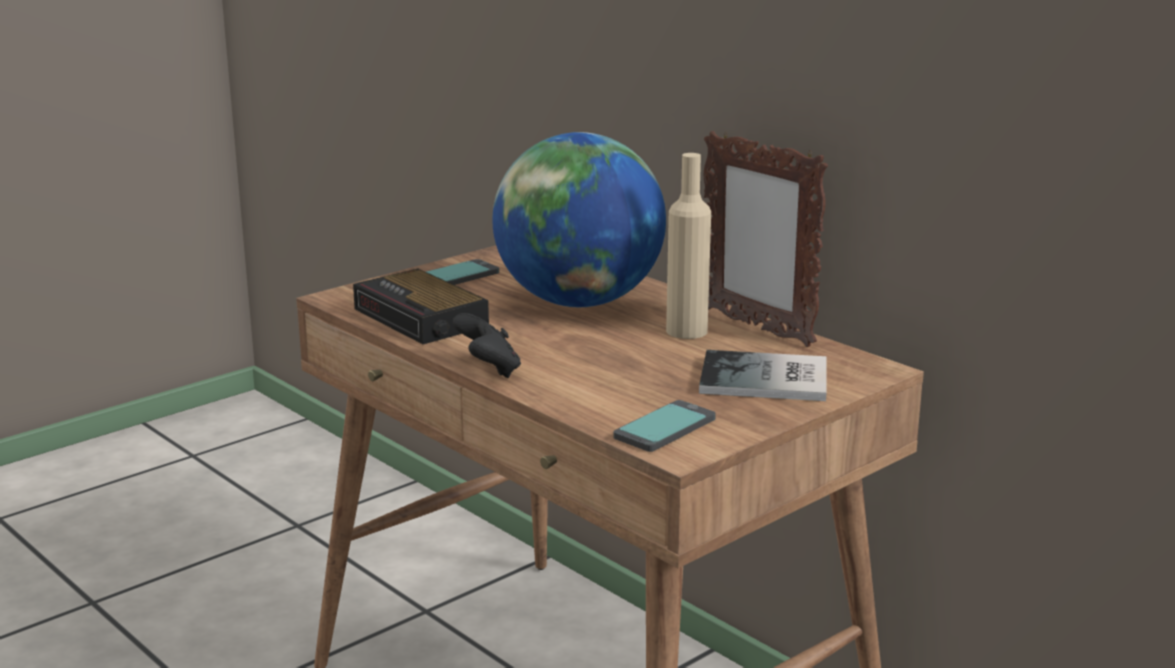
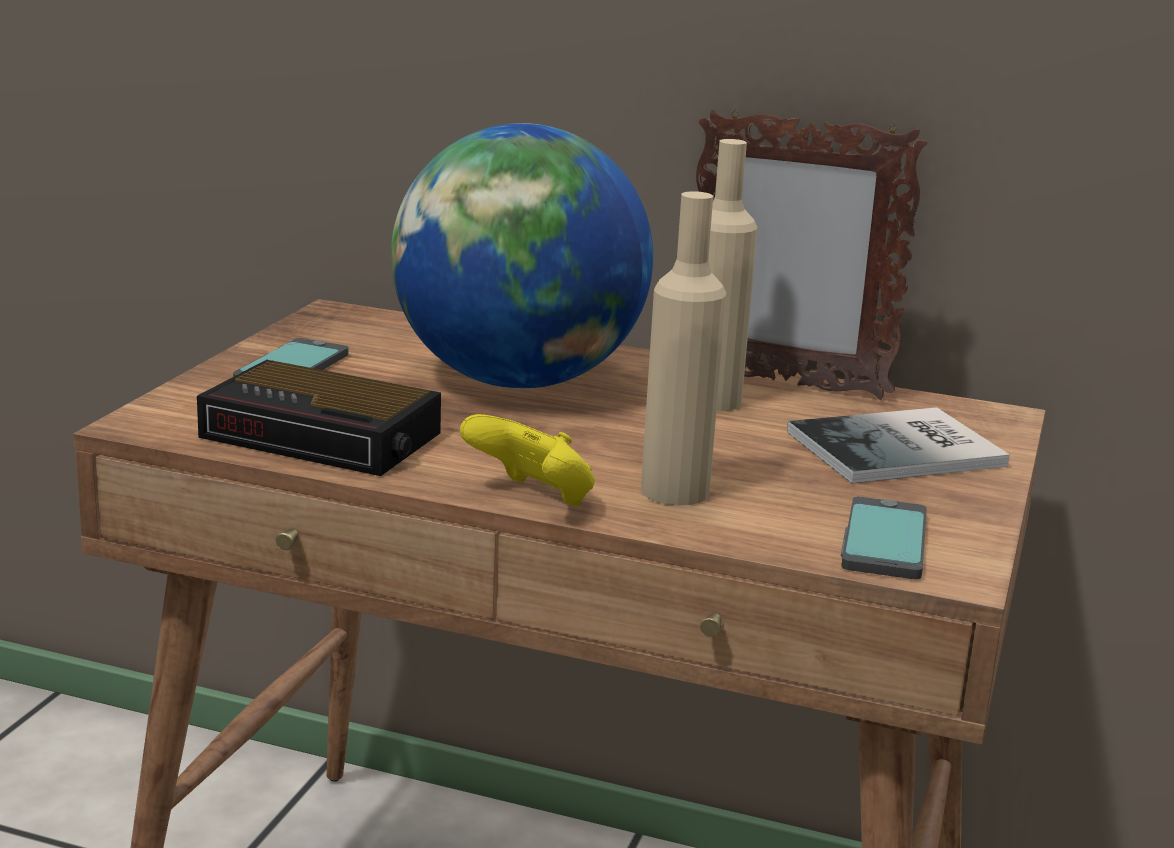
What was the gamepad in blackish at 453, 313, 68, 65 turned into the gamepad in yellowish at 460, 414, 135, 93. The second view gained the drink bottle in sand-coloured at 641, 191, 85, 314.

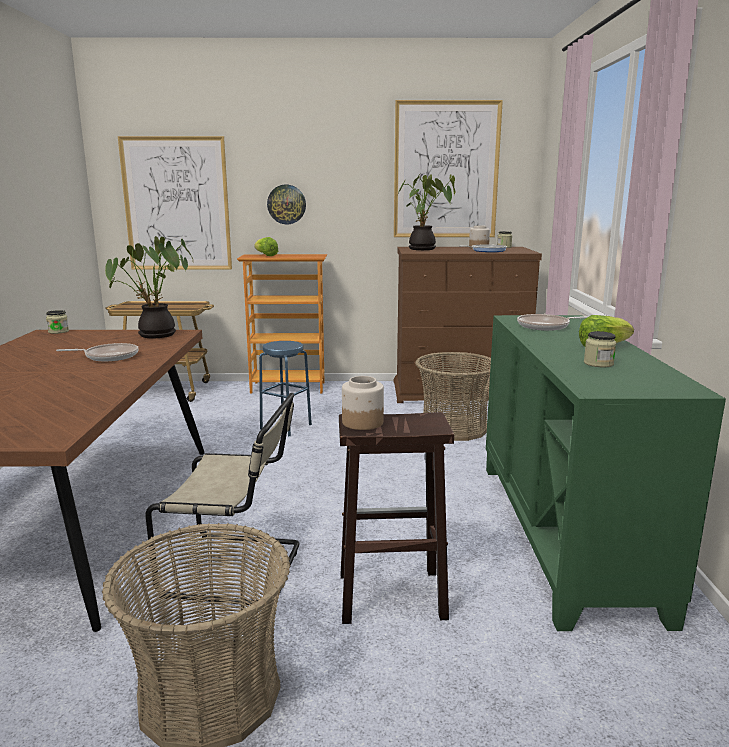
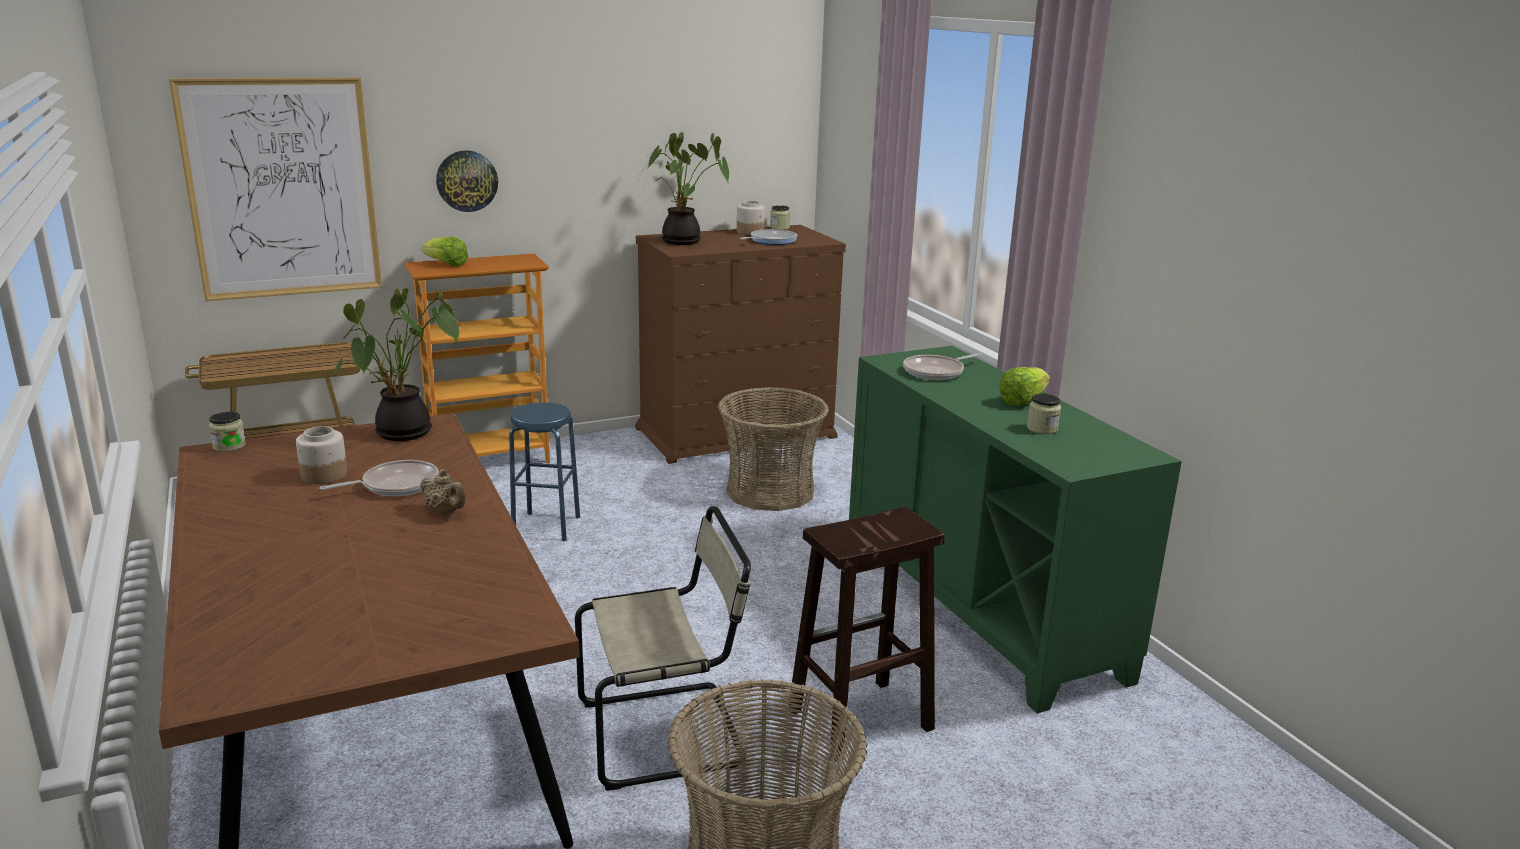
The storage jar ended up elsewhere, having gone from 342, 376, 42, 54 to 296, 426, 51, 58. The second view lost the wall art at 394, 100, 109, 137. The second view gained the tea pot in sand-coloured at 420, 469, 46, 45.

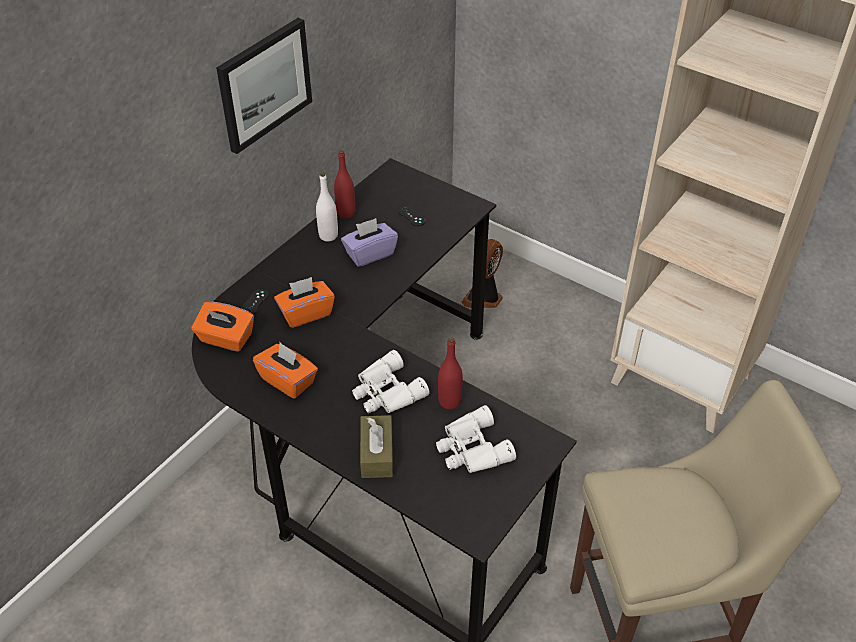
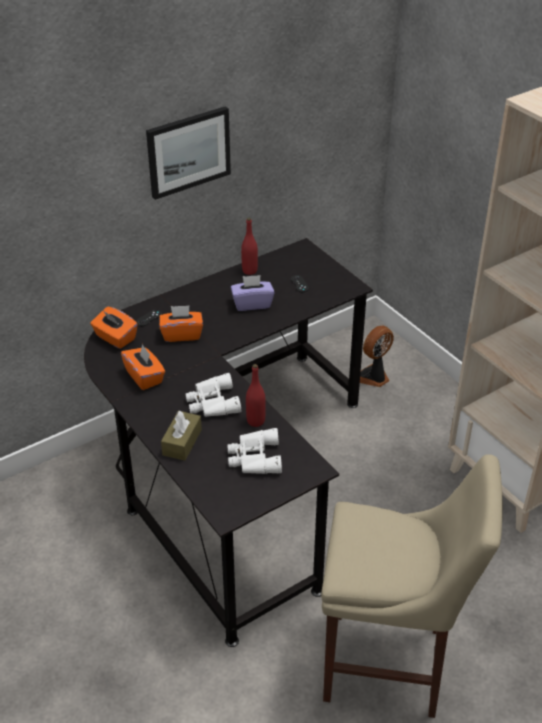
The second view lost the drink bottle in white-coloured at 316, 172, 22, 69.

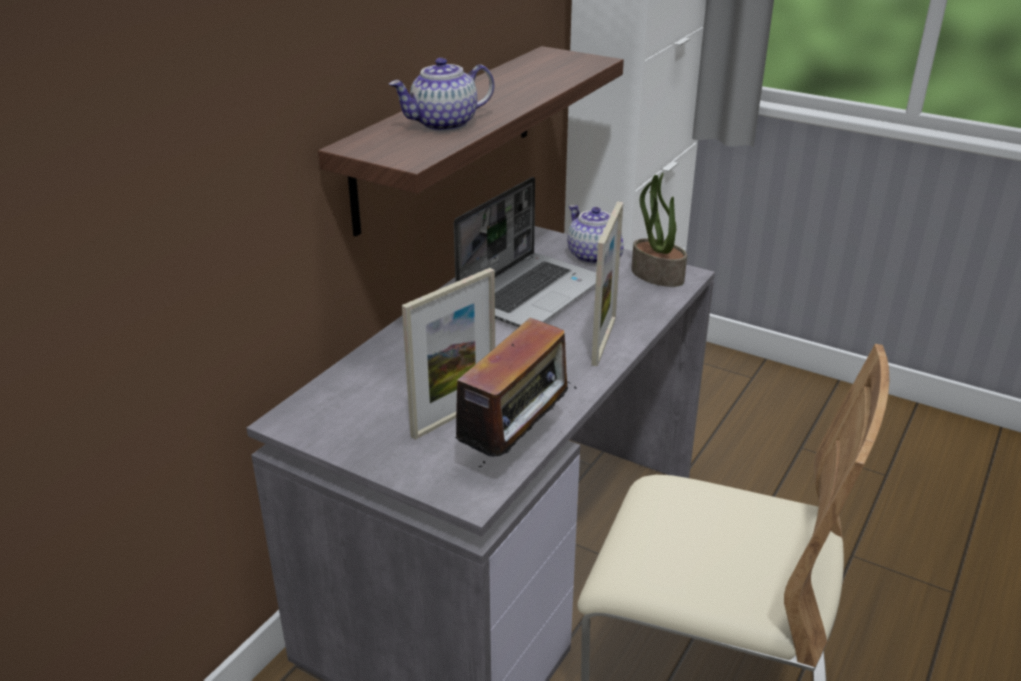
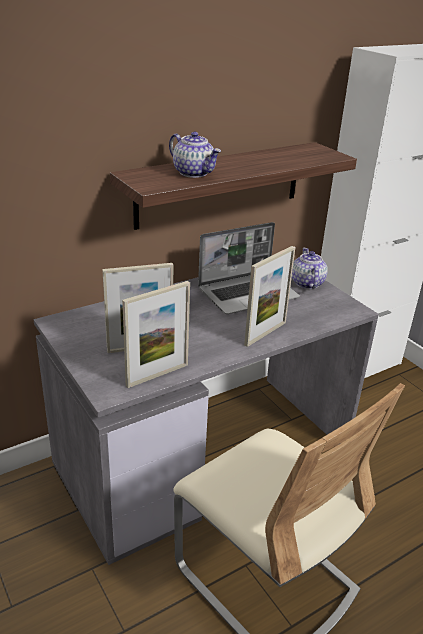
The tea pot at 389, 58, 105, 73 ended up facing another way, 135 degrees counterclockwise from before. Where the radio set stood at 442, 318, 135, 149, the picture frame came to stand at 122, 281, 68, 107. The second view lost the potted plant at 632, 172, 55, 115.

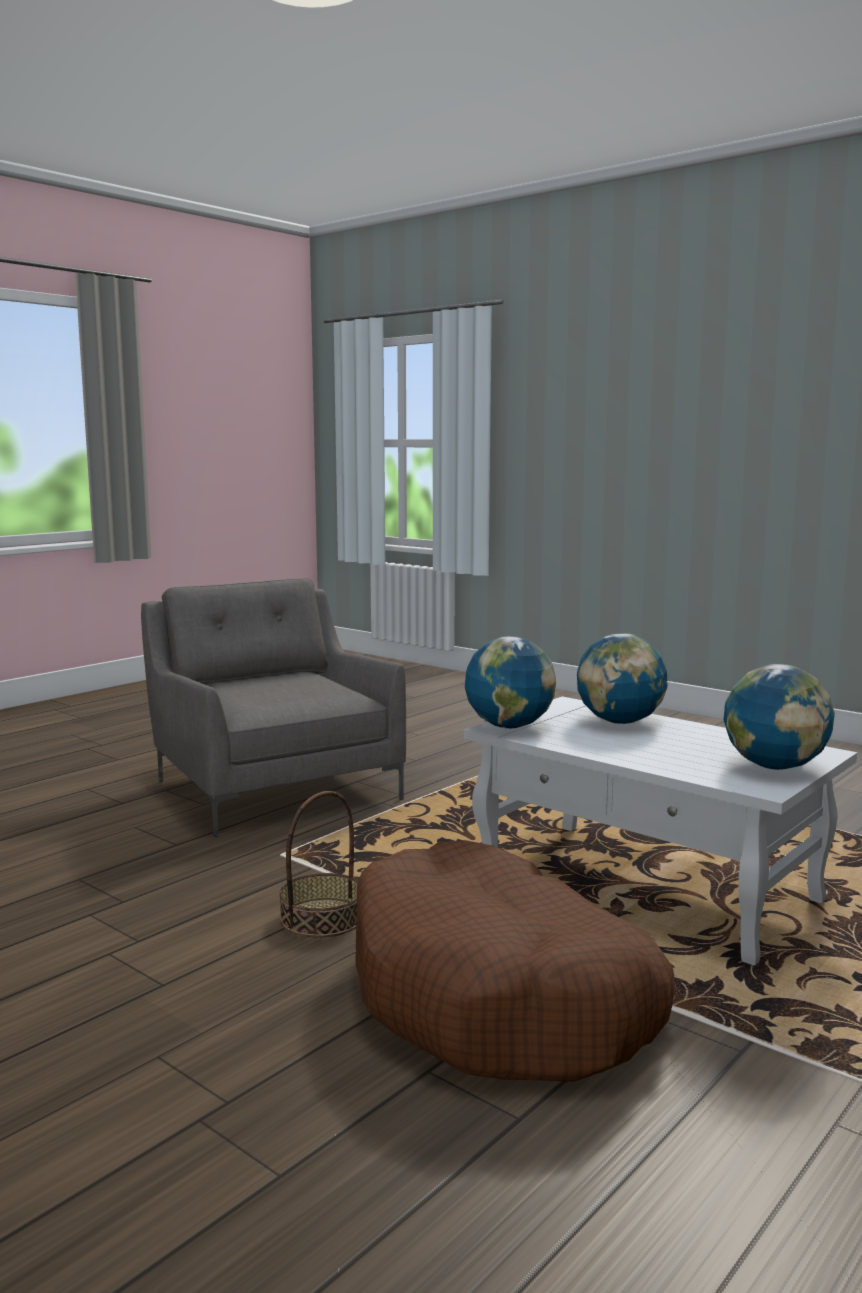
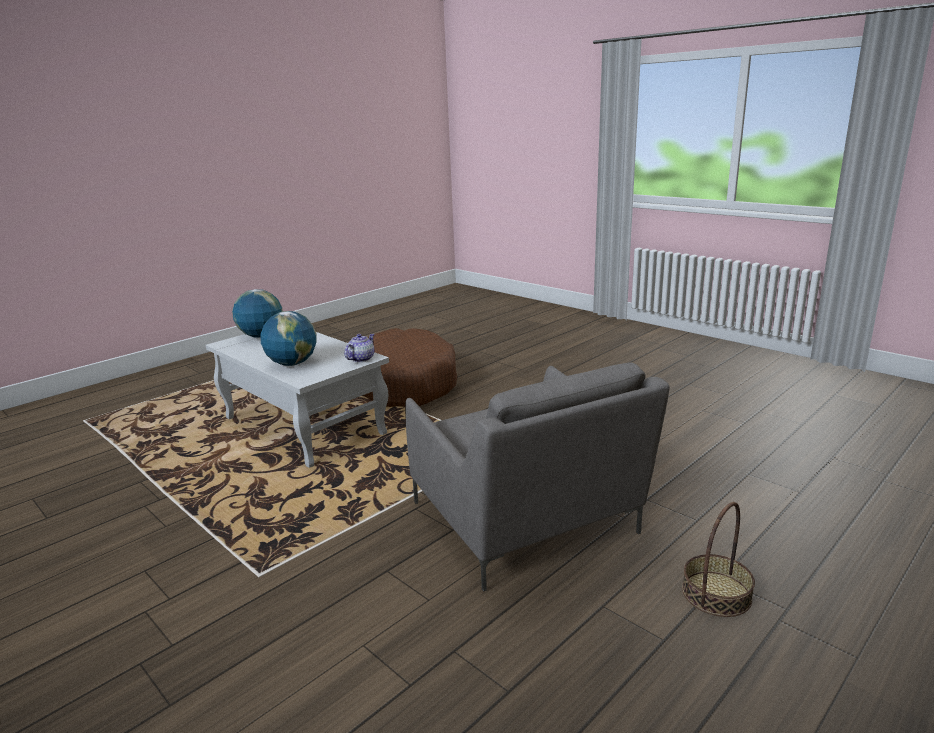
The household basket ended up elsewhere, having gone from 279, 791, 79, 147 to 682, 502, 73, 115. Where the globe stood at 465, 636, 91, 92, the tea pot came to stand at 345, 334, 29, 28.

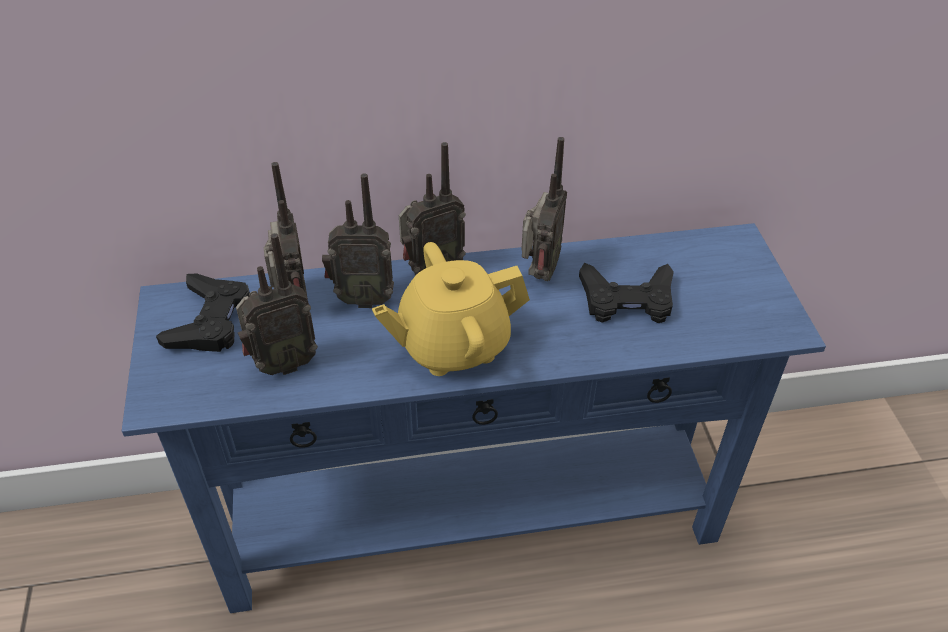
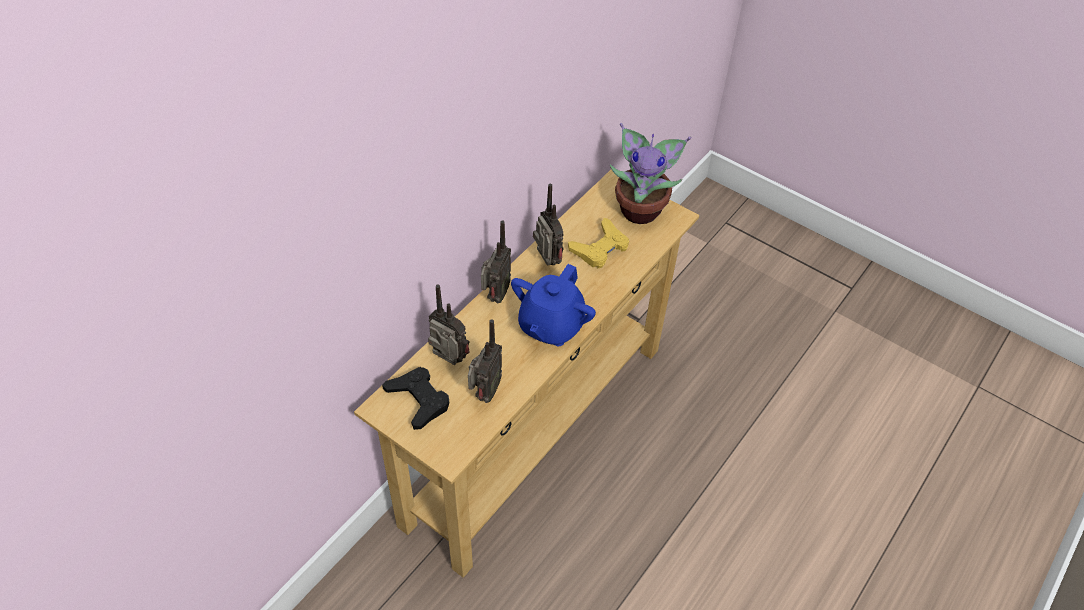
What was the hall table in blue-coloured at 122, 223, 704, 390 turned into the hall table in sand-coloured at 354, 169, 345, 409. The second view lost the radio set at 322, 173, 72, 135. What was the tea pot in yellowish at 372, 242, 158, 134 turned into the tea pot in blue-coloured at 511, 264, 85, 82. What was the gamepad in blackish at 579, 262, 95, 61 turned into the gamepad in yellowish at 568, 217, 61, 51. The second view gained the potted plant at 610, 123, 81, 101.

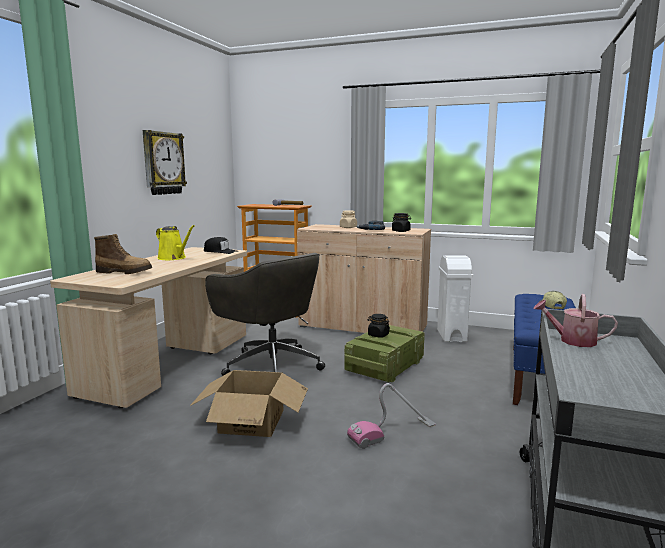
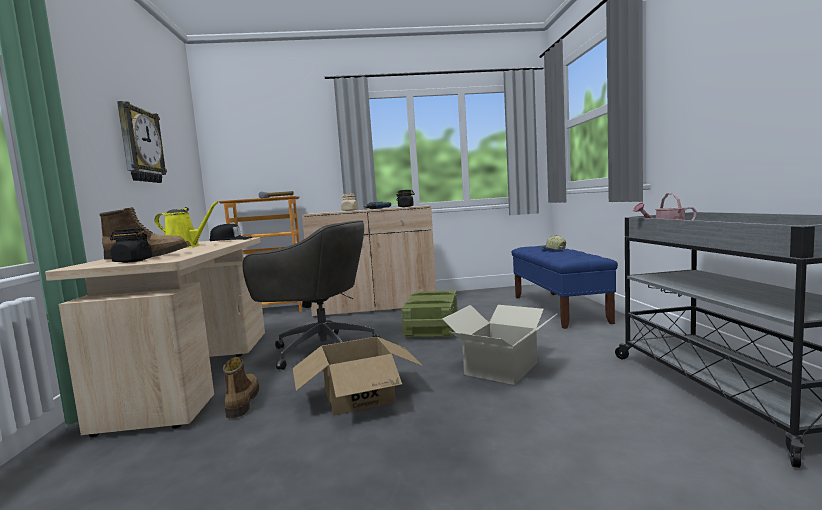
Where the vacuum stood at 347, 383, 89, 66, the packing box came to stand at 442, 305, 116, 80. The storage jar in blackish ended up elsewhere, having gone from 368, 314, 22, 24 to 110, 228, 42, 35. The second view lost the rubbish bin in white-coloured at 437, 255, 36, 87. The second view gained the tall boot at 223, 357, 36, 61.

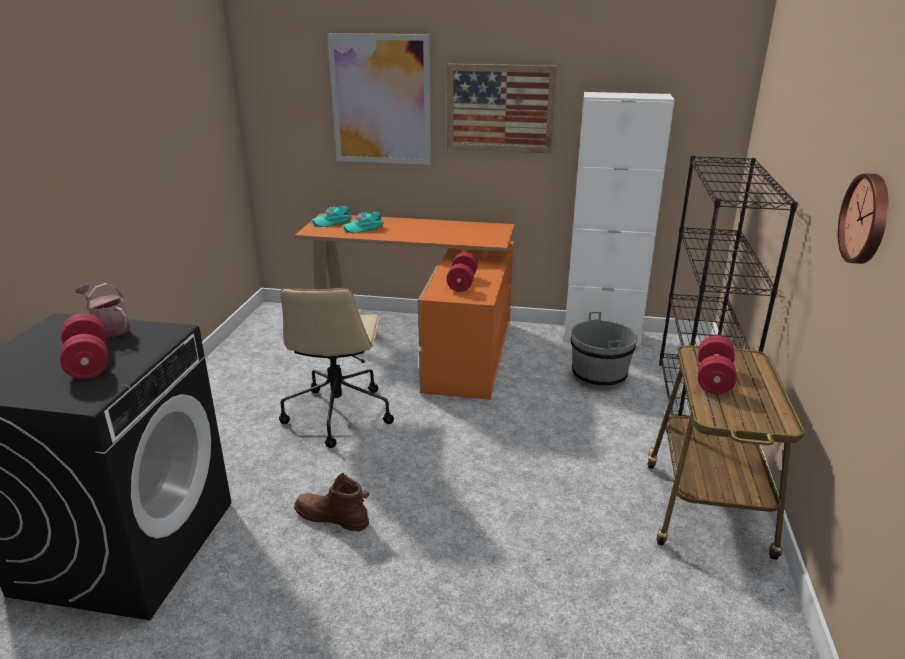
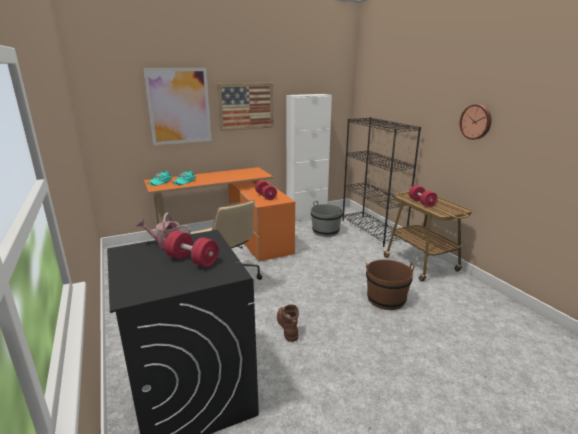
The tall boot in brownish at 294, 473, 76, 58 ended up facing another way, 90 degrees clockwise from before. The second view gained the bucket in brownish at 366, 259, 49, 51.

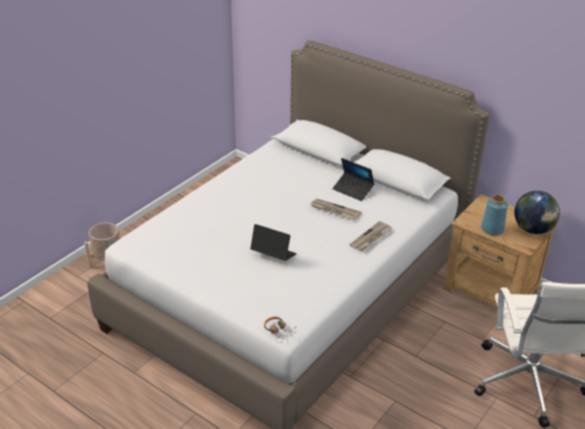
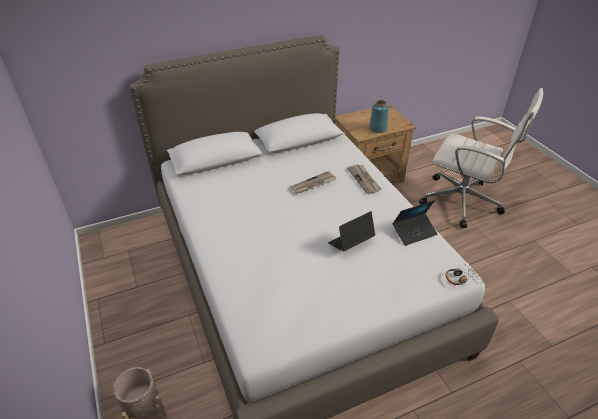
The portable computer ended up elsewhere, having gone from 332, 158, 42, 43 to 393, 200, 44, 46. The second view lost the globe at 514, 191, 46, 43.

